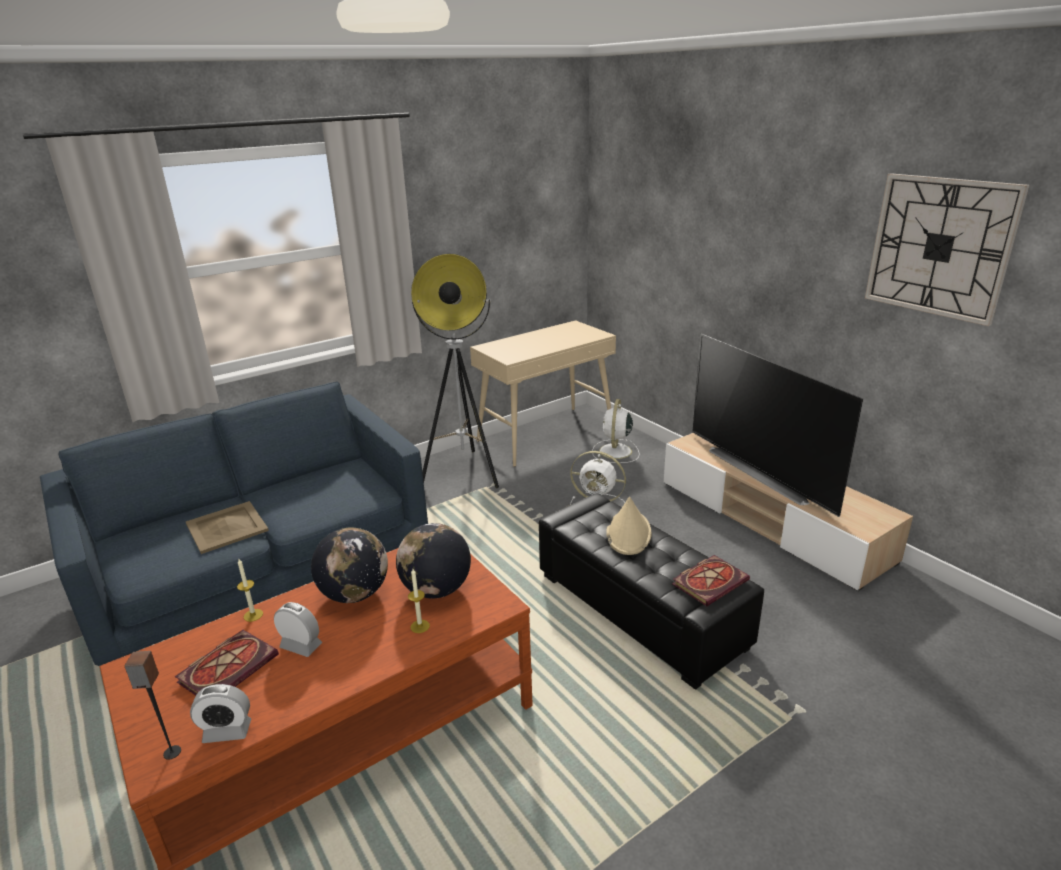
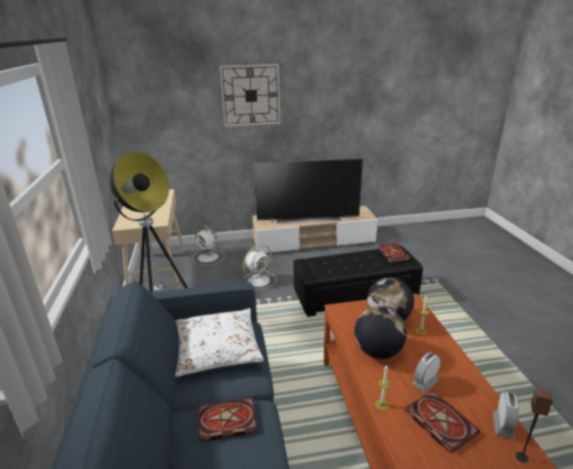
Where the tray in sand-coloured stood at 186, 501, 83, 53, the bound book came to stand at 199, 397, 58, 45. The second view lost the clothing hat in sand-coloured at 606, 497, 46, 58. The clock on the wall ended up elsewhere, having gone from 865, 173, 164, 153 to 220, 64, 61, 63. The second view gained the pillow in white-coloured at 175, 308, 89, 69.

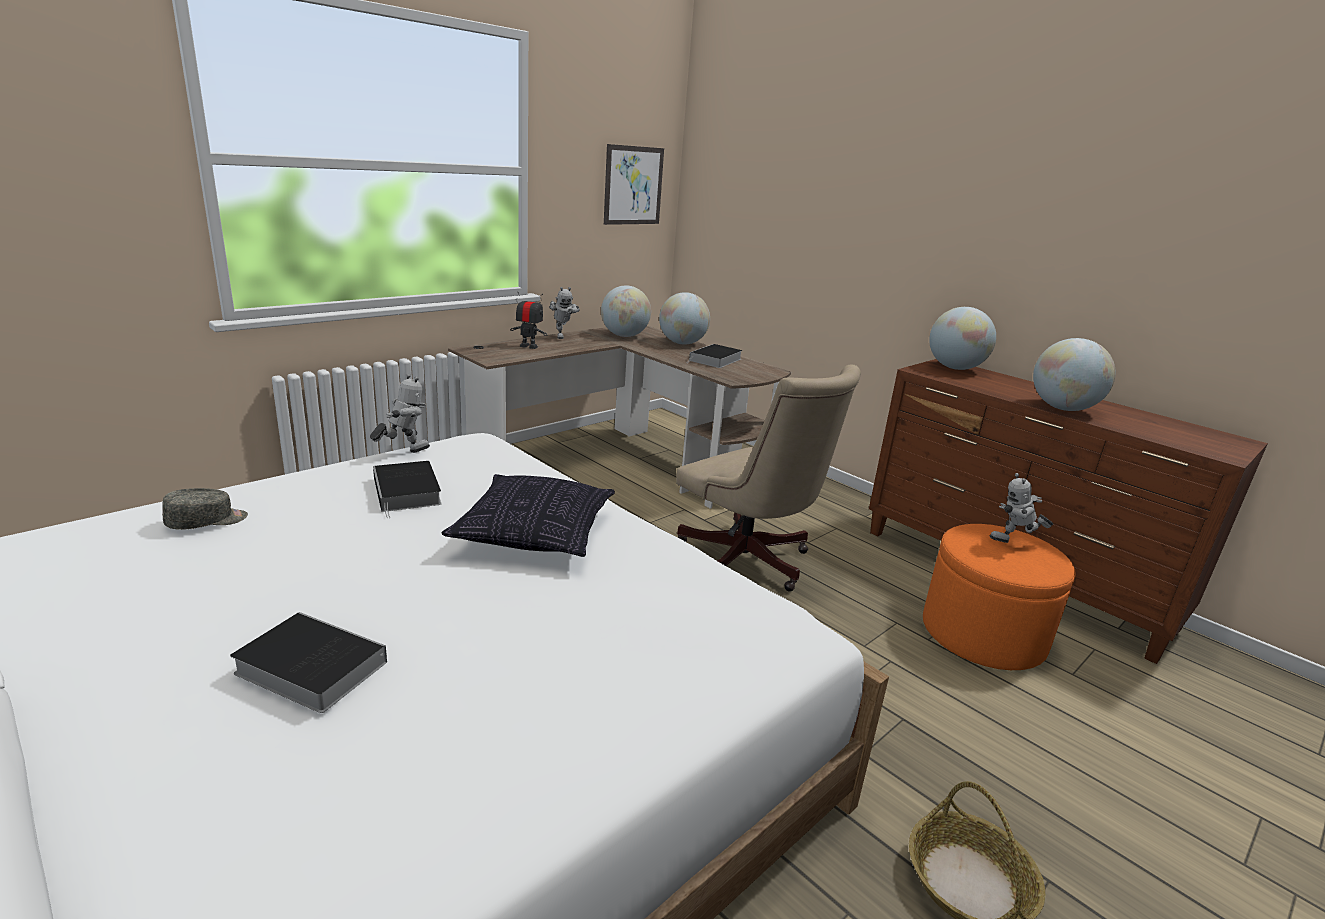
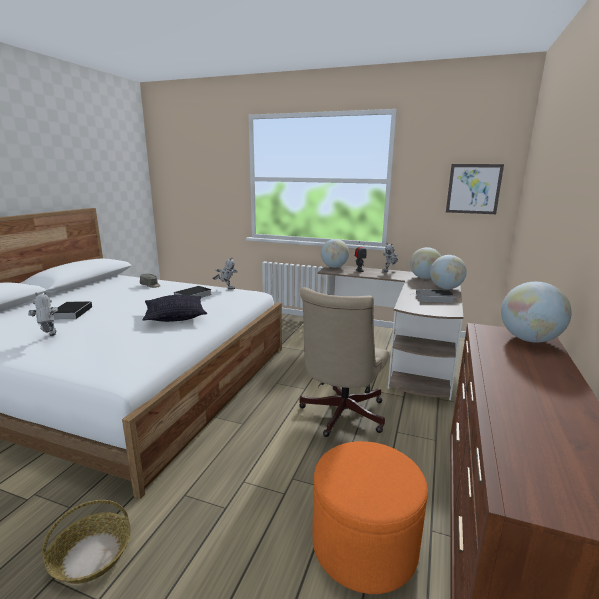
The robot figure ended up elsewhere, having gone from 990, 473, 64, 70 to 28, 291, 30, 45. The globe ended up elsewhere, having gone from 1033, 338, 83, 73 to 321, 239, 28, 29.

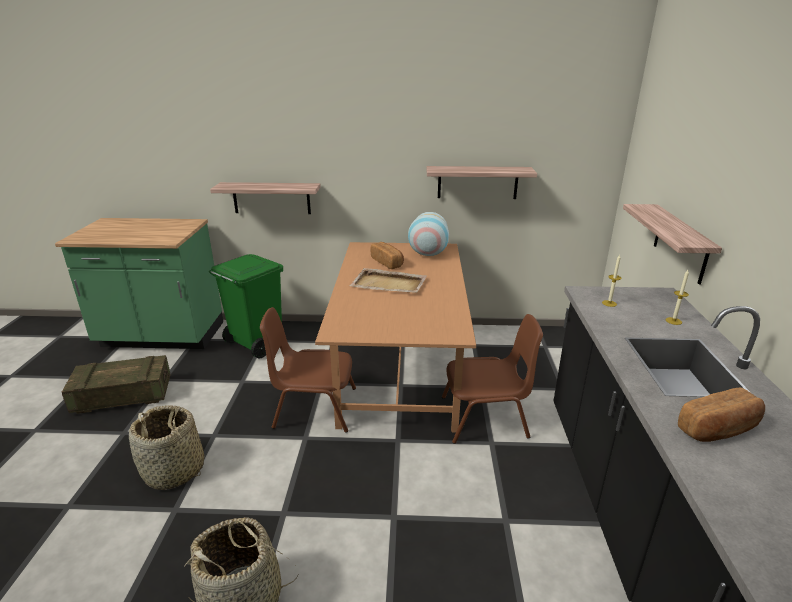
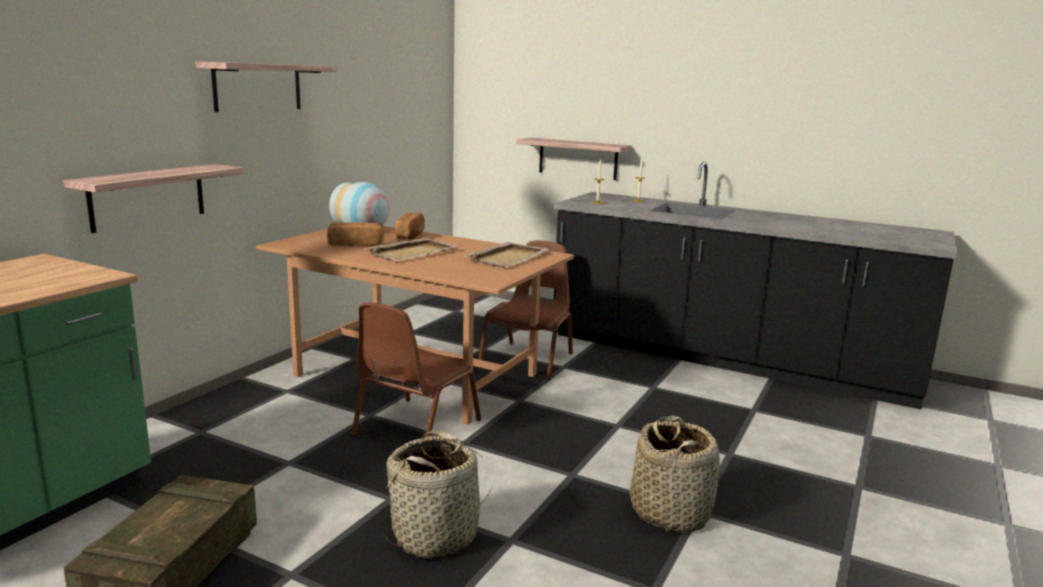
The second view lost the rubbish bin in green-coloured at 209, 254, 74, 104. The shelf ended up elsewhere, having gone from 426, 166, 111, 33 to 195, 61, 142, 51. The baked bread ended up elsewhere, having gone from 678, 388, 87, 54 to 395, 213, 30, 27. The second view gained the tray in sand-coloured at 463, 242, 85, 25.

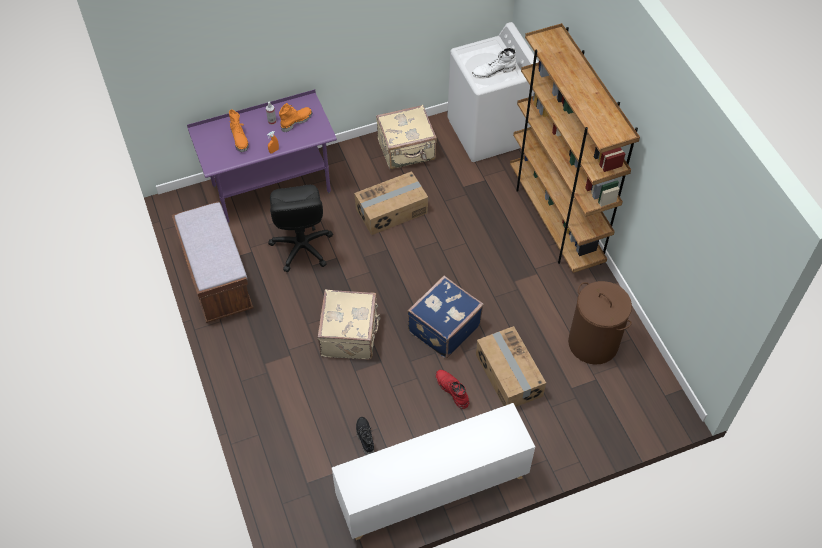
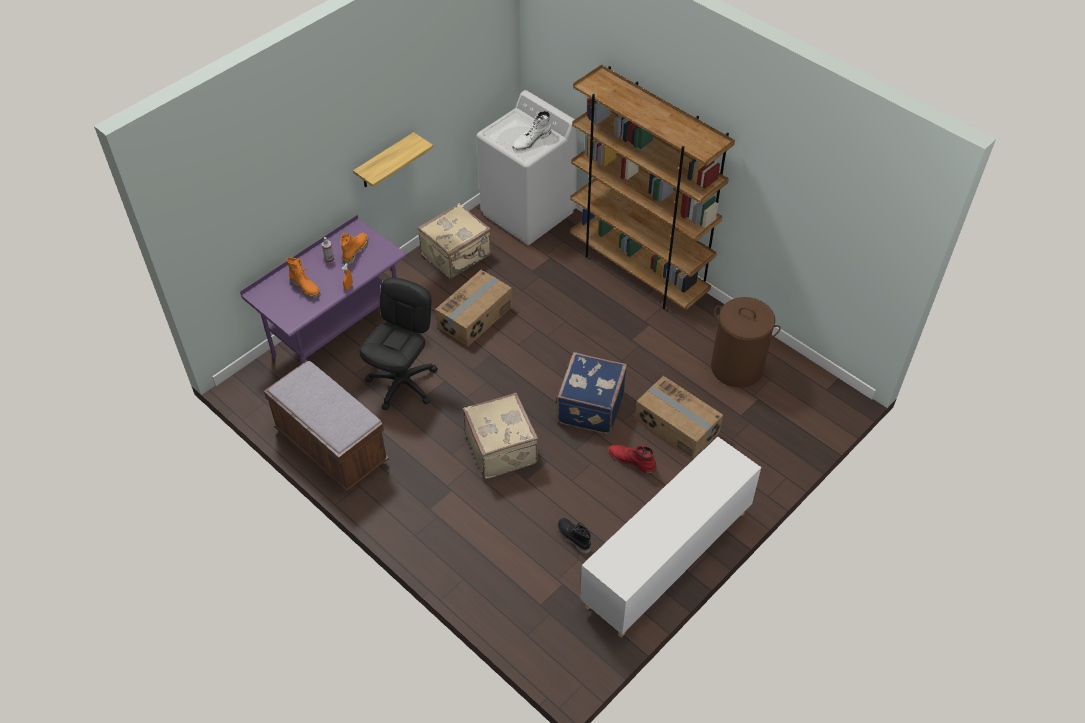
The computer chair in blackish at 268, 185, 65, 87 ended up facing another way, 120 degrees counterclockwise from before. The second view gained the shelf at 353, 132, 81, 55.

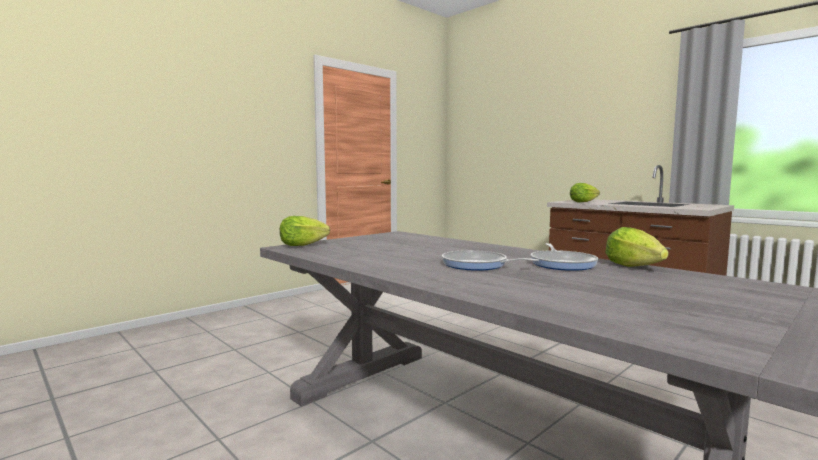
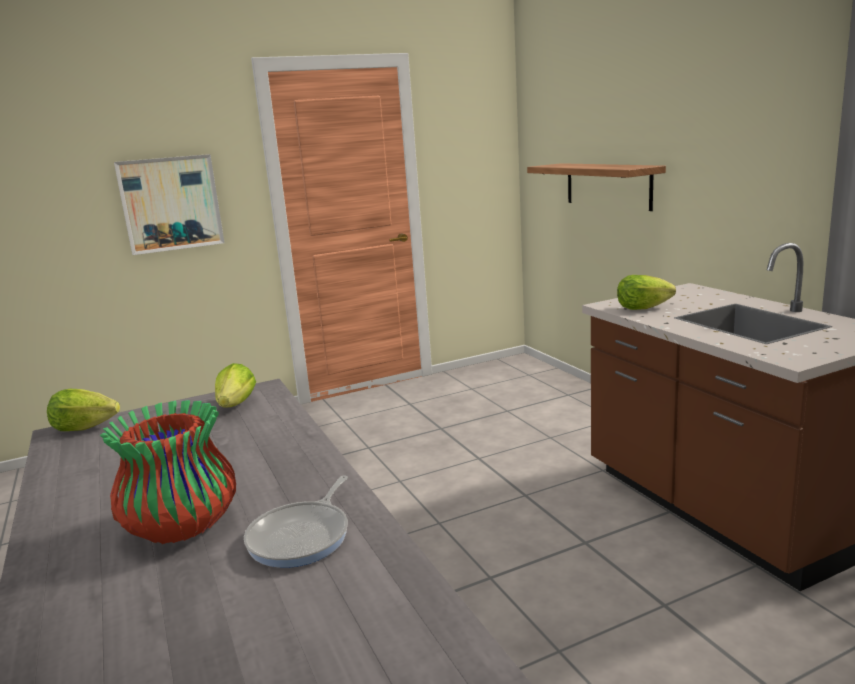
Where the skillet stood at 442, 250, 97, 21, the decorative vase came to stand at 100, 400, 136, 144. The lettuce ended up elsewhere, having gone from 605, 227, 63, 40 to 215, 363, 41, 45. The second view gained the wall art at 114, 154, 111, 101. The second view gained the shelf at 527, 163, 139, 48.

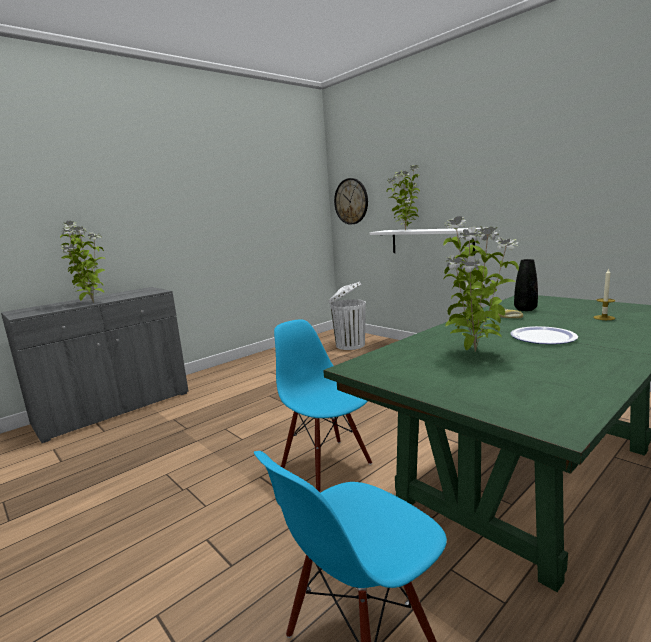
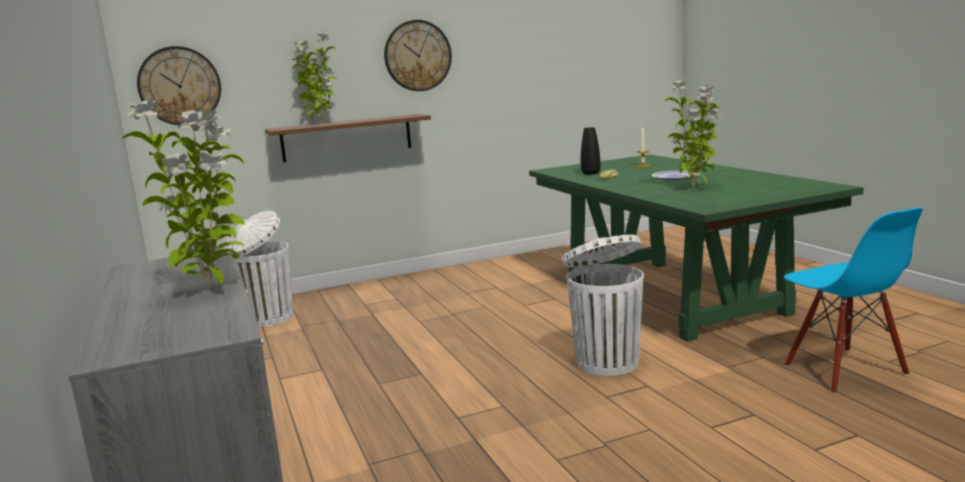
Where the upright chair in blue-coloured stood at 274, 319, 98, 173, the rubbish bin in white-coloured came to stand at 562, 235, 82, 141. What was the shelf in white-coloured at 370, 228, 111, 25 turned into the shelf in brownish at 265, 114, 166, 48. The second view gained the clock on the wall at 384, 20, 68, 71.

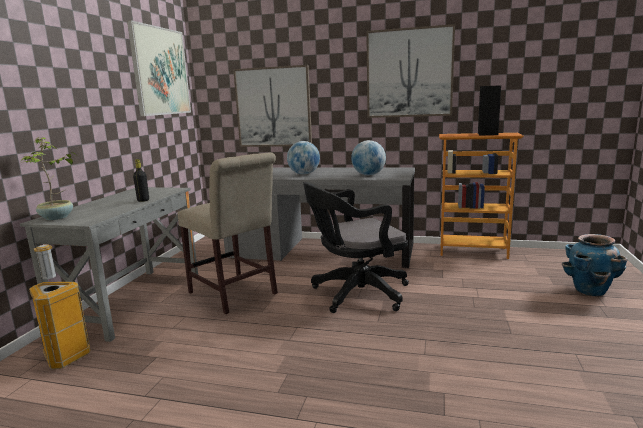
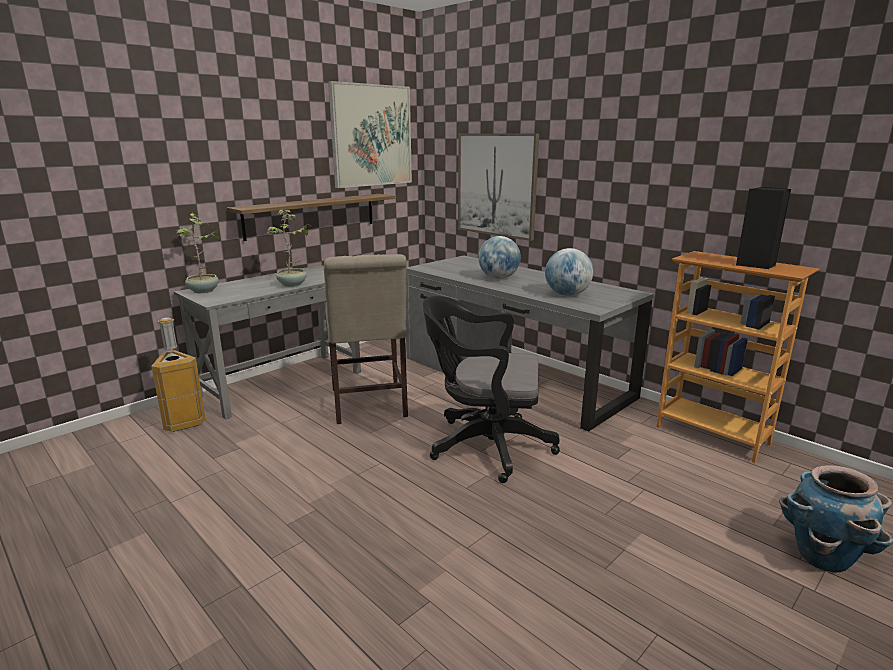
Where the drink bottle in blackish stood at 133, 159, 16, 43, the potted plant came to stand at 267, 210, 45, 77. The second view lost the wall art at 366, 24, 89, 94. The second view gained the shelf at 227, 194, 169, 47.

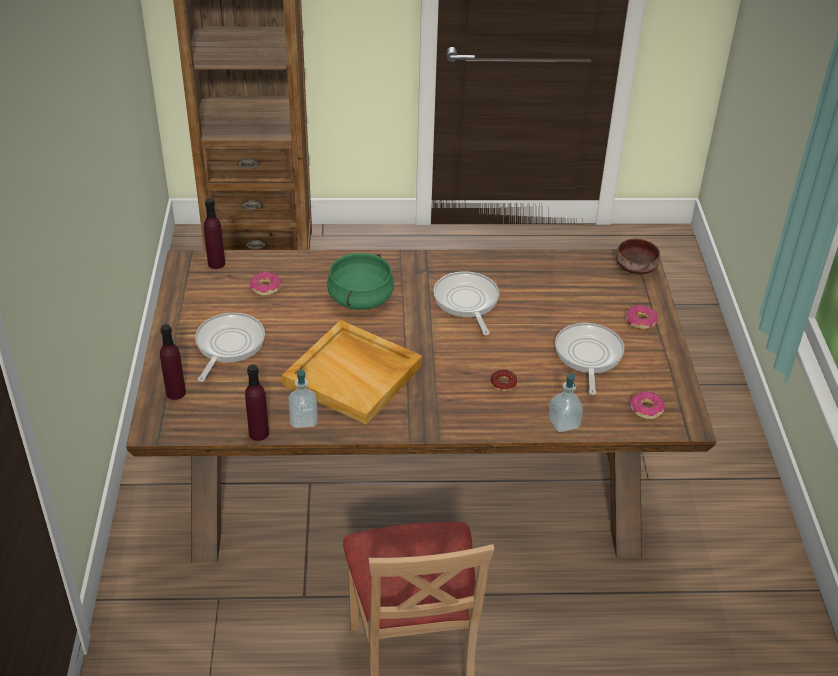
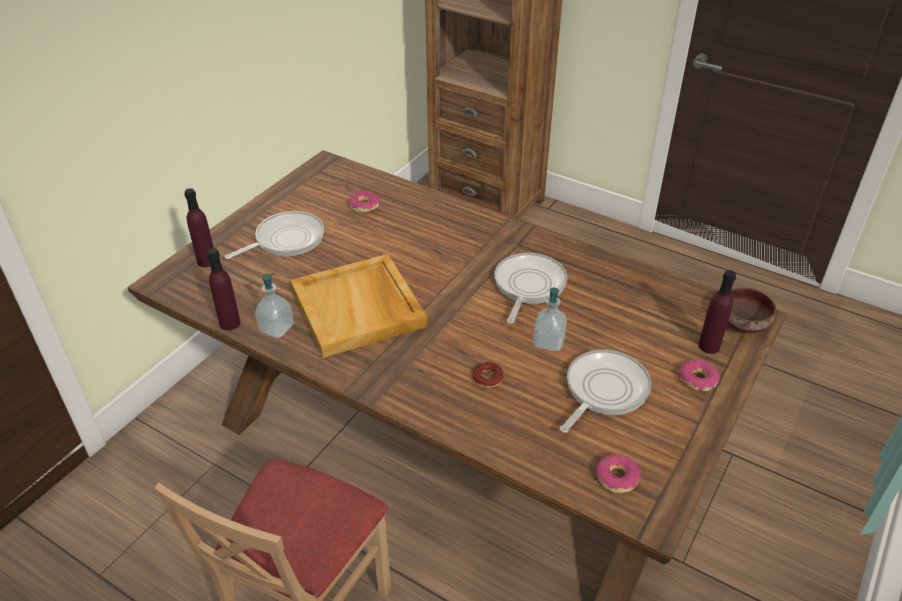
The drink bottle in purplish ended up elsewhere, having gone from 204, 198, 21, 71 to 698, 270, 38, 84. The second view lost the saucepot in green-coloured at 327, 253, 67, 57. The soap dispenser ended up elsewhere, having gone from 549, 374, 34, 58 to 533, 288, 34, 63.

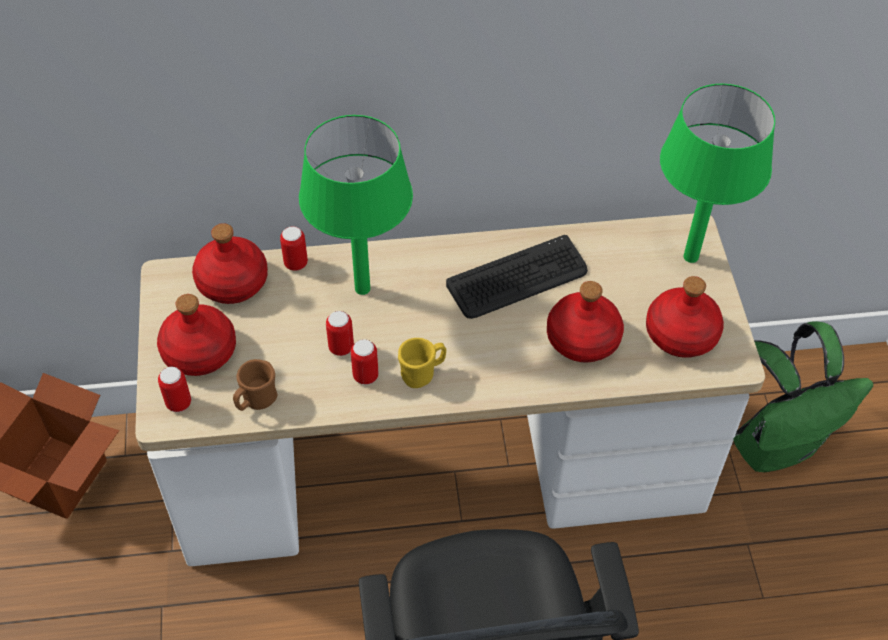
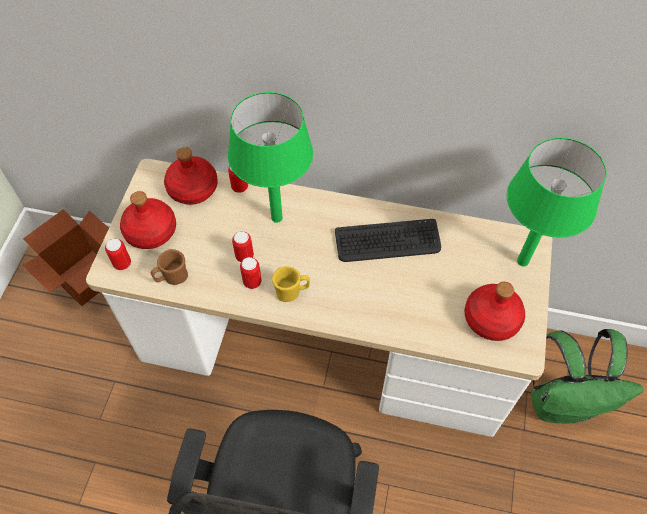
The second view lost the drink bottle in red at 547, 281, 77, 82.

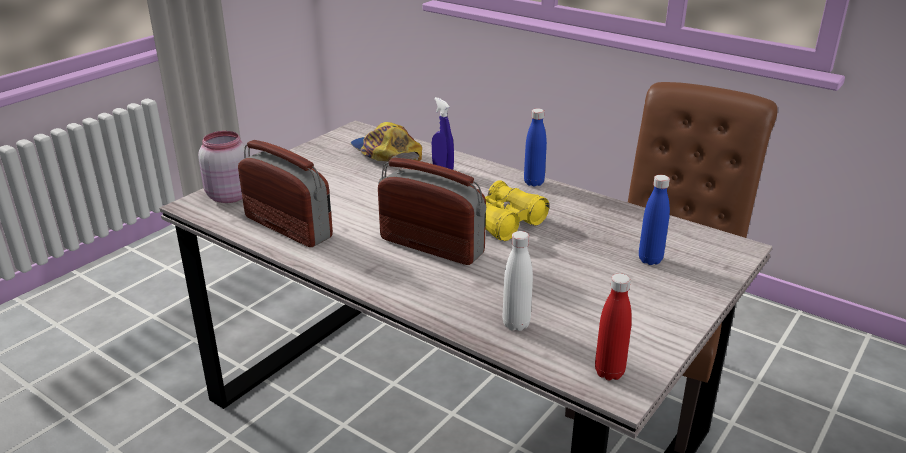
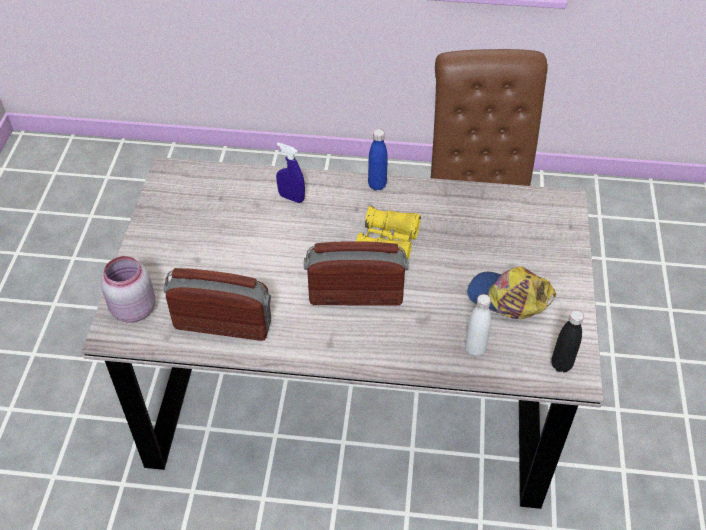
The cap ended up elsewhere, having gone from 351, 122, 71, 40 to 467, 267, 89, 52. What was the drink bottle in red at 595, 273, 37, 107 turned into the drink bottle in blackish at 551, 310, 33, 63. The second view lost the drink bottle in blue-coloured at 639, 175, 31, 90.

